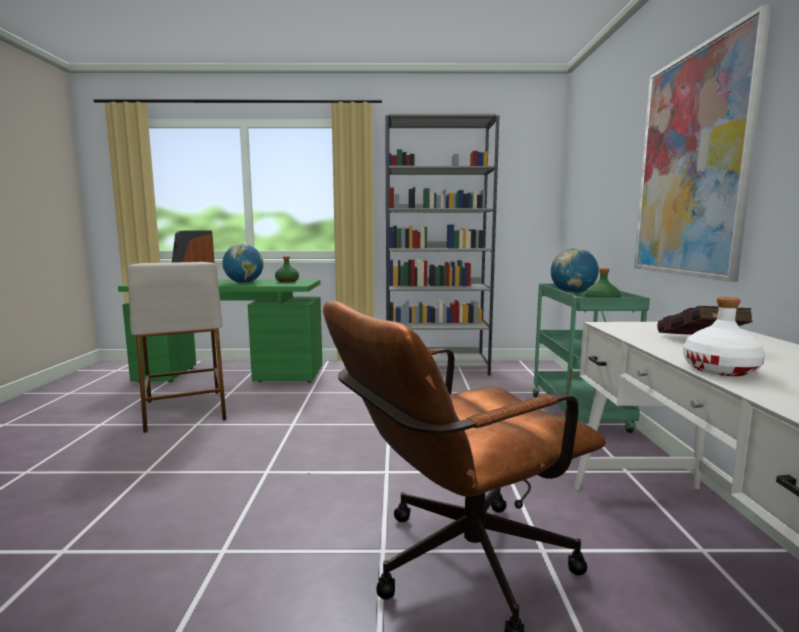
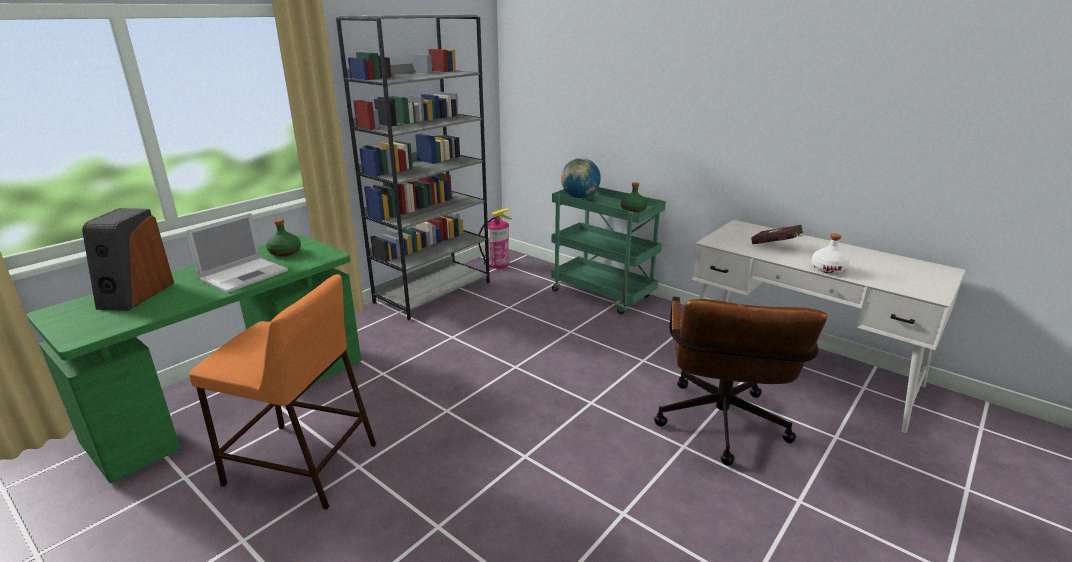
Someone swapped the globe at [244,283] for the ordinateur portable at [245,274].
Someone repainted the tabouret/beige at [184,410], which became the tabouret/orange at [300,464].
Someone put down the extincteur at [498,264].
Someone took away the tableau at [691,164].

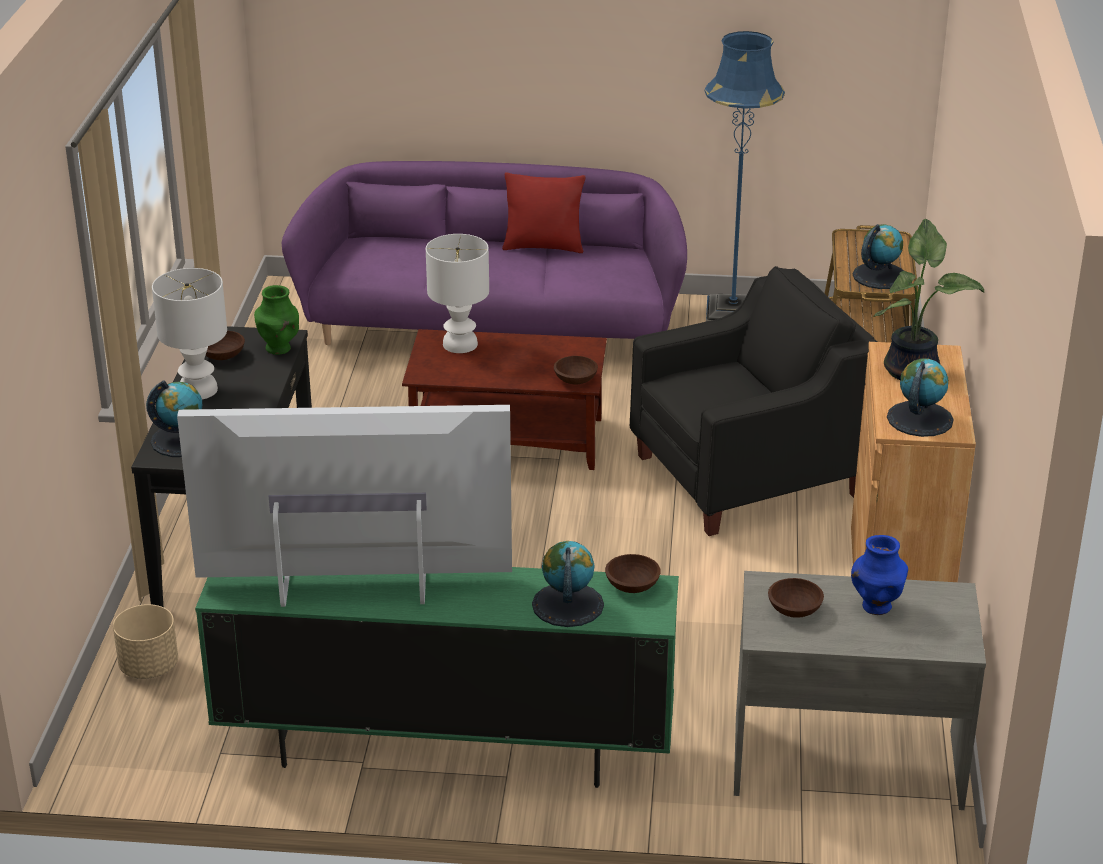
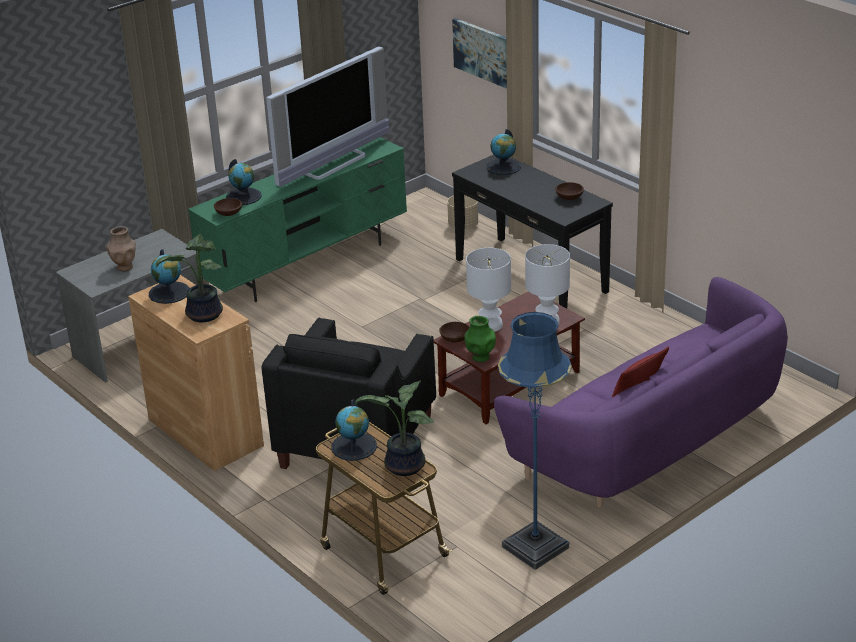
Someone repainted the vase/bleu at [876,607], which became the vase/marron at [125,267].
Someone put down the plante en pot at [403,467].
Someone put up the tableau at [482,52].
Someone carried the vase/vert from [279,348] to [480,358].
Someone carried the lampe de table/blanc from [199,390] to [489,325].
Someone took away the bol/marron at [795,609].

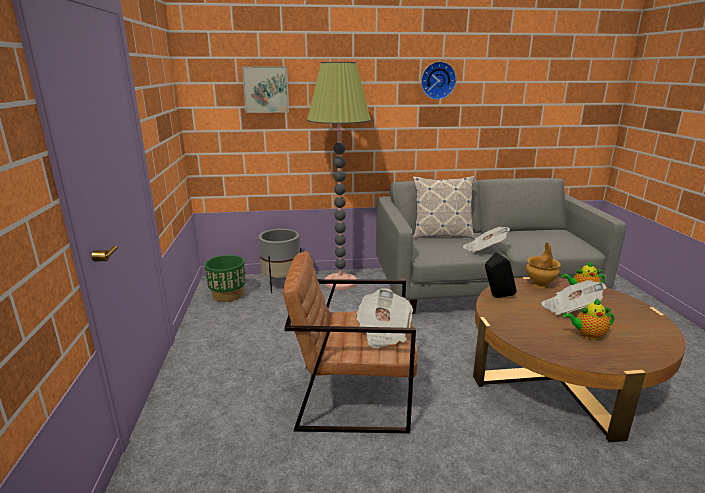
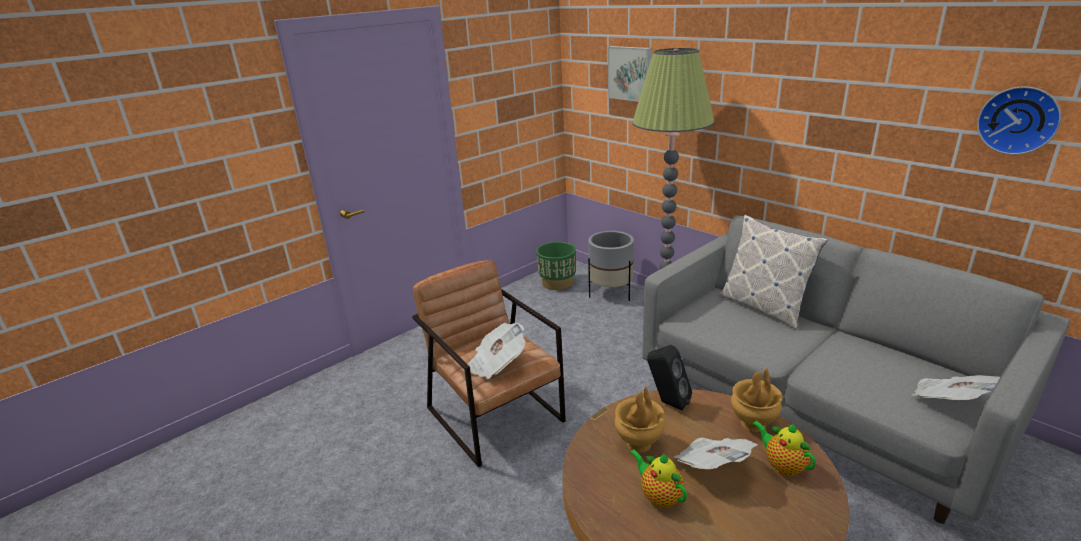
Someone put down the vase/marron at [639,444].
Someone carried the journal from [484,250] to [949,401].
Someone carried the horloge murale from [437,80] to [1018,120].

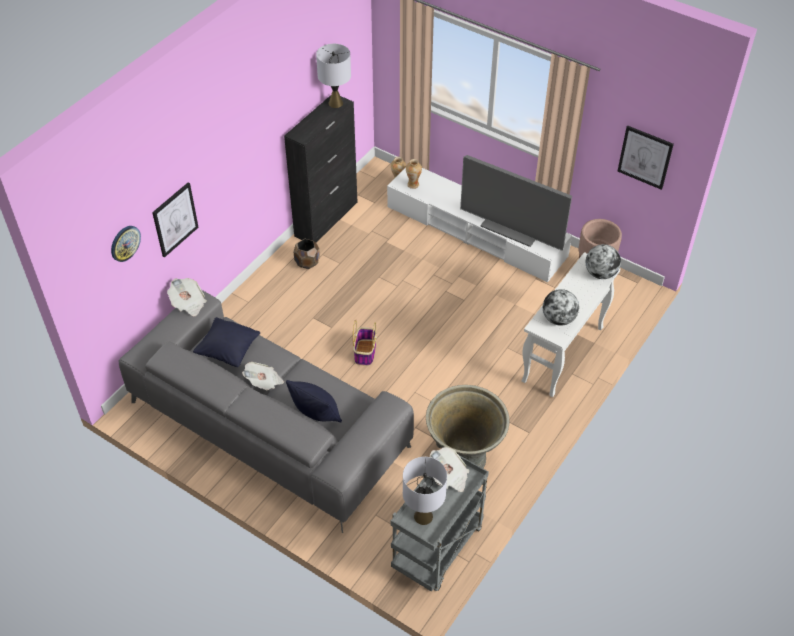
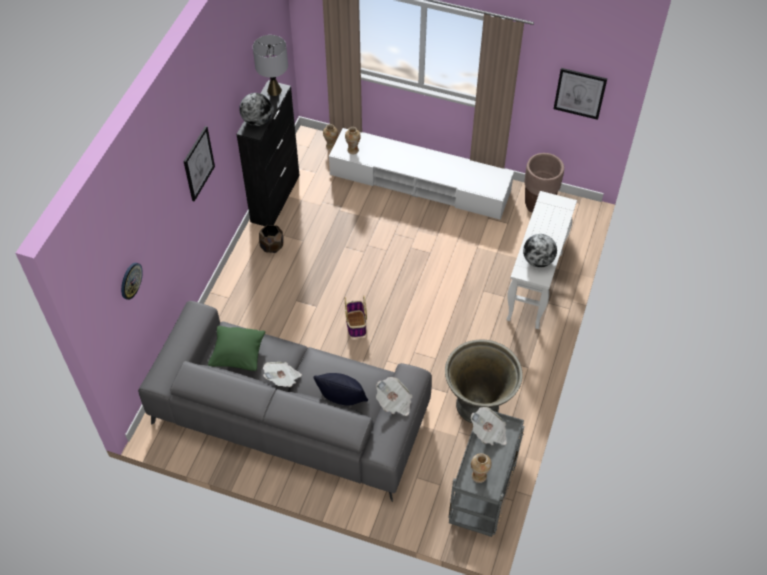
Someone carried the tableau from [175,219] to [198,163].
Someone repainted the coussin/noir at [228,351], which became the coussin/vert at [238,355].
Someone carried the globe from [600,273] to [257,121].
Someone carried the journal from [188,303] to [394,402].
Someone swapped the lampe de table/gris at [423,516] for the vase at [479,475].
Someone took away the téléviseur at [512,228].

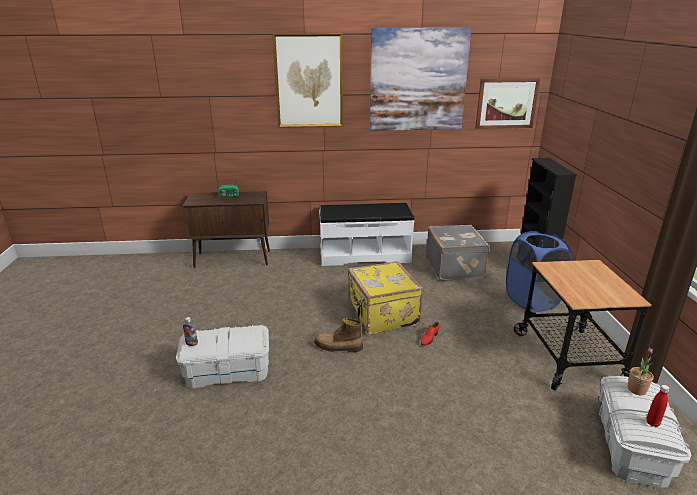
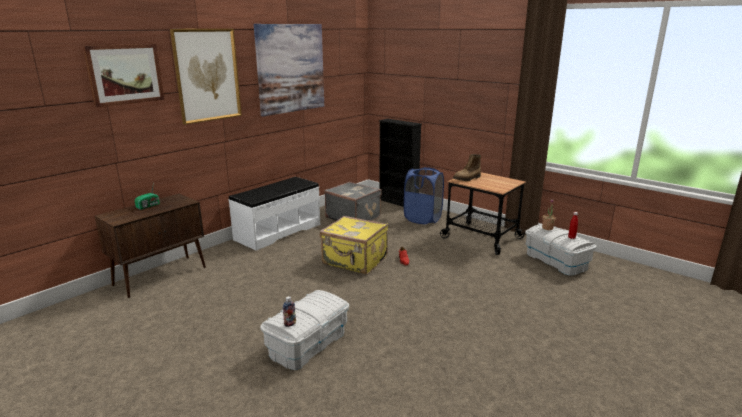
Someone carried the tableau from [506,103] to [125,74].
Someone carried the botte from [338,347] to [467,179].

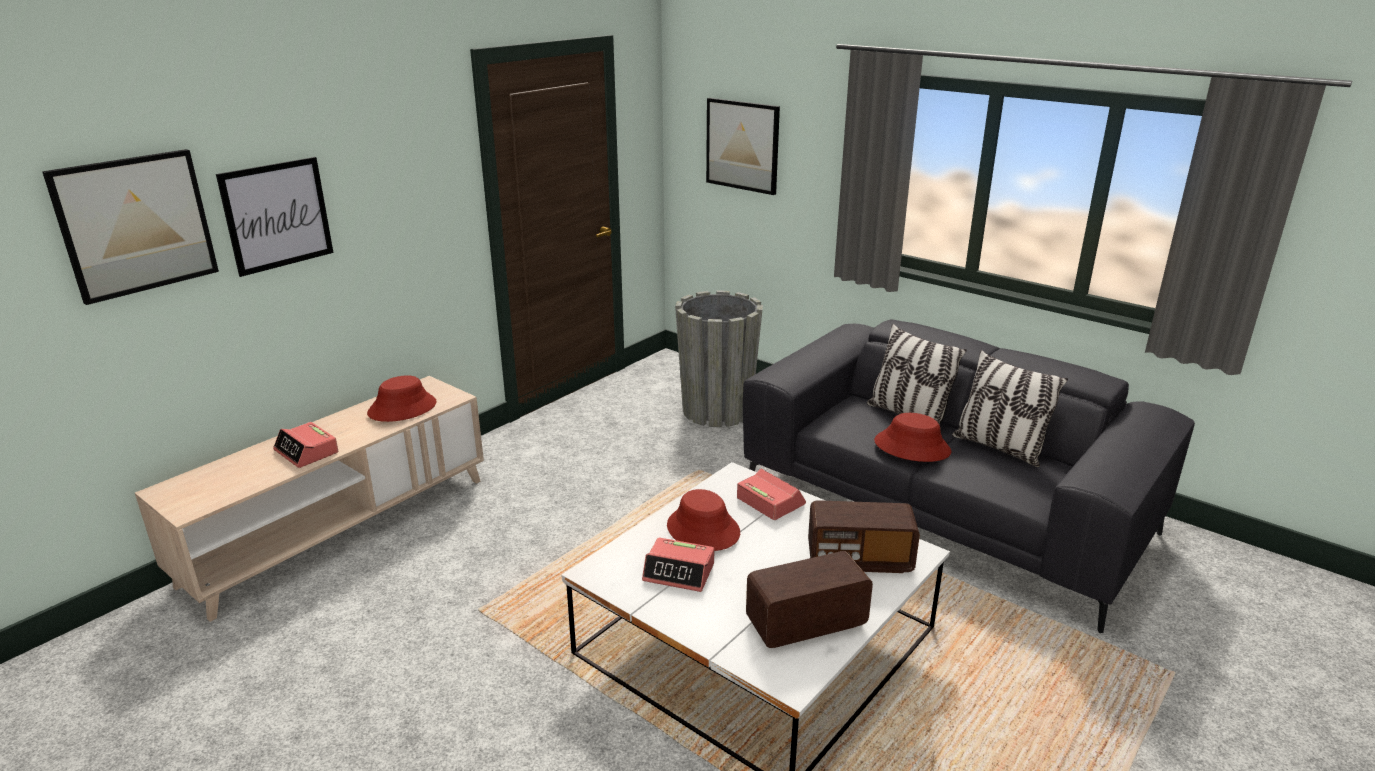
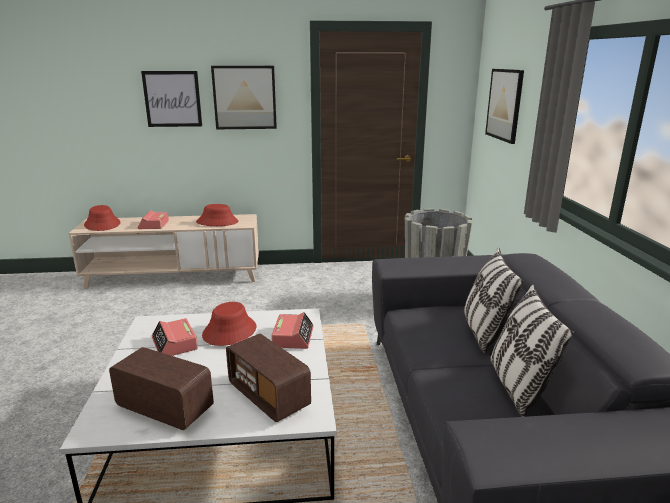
Someone carried the chapeau/rouge from [912,447] to [102,224].
Someone carried the tableau from [136,224] to [244,97].

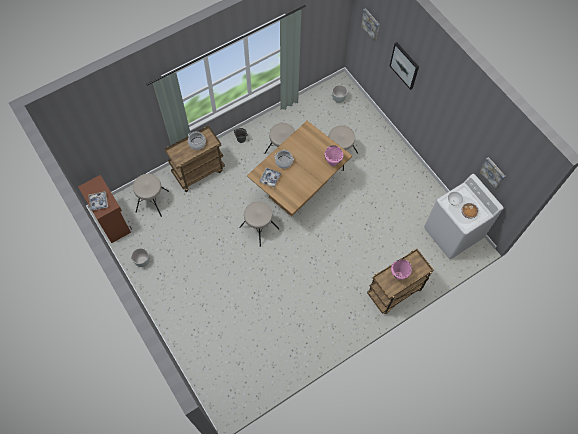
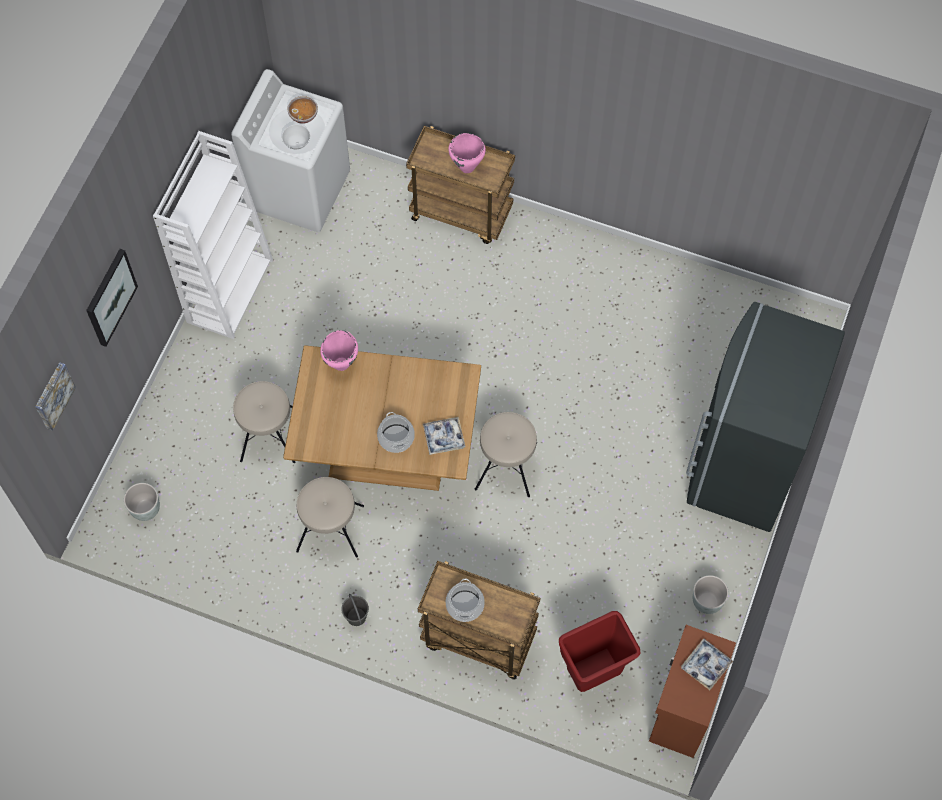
Someone put down the bibliothèque/blanc at [229,289].
Someone swapped the tabouret/beige at [152,201] for the poubelle/rouge at [593,672].
Someone put down the réfrigérateur/gris at [743,463].
Someone took away the tableau at [493,172].

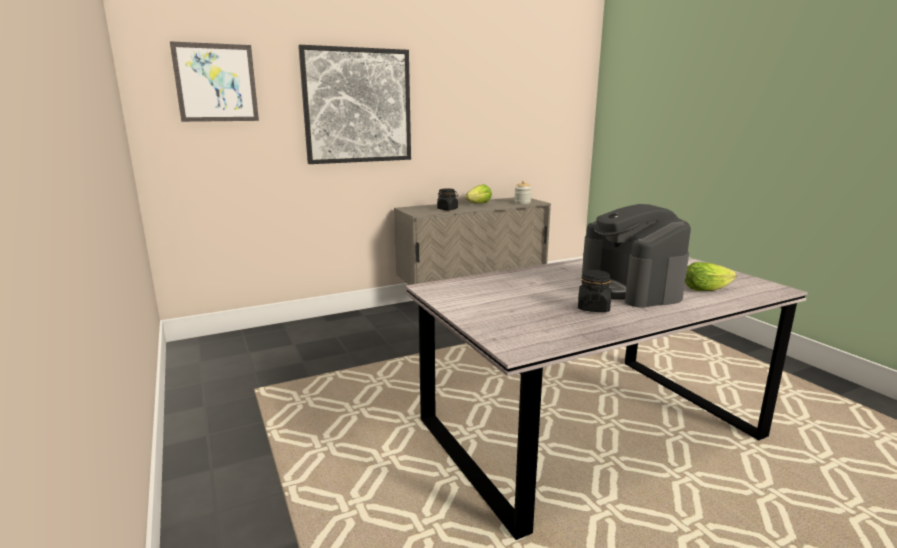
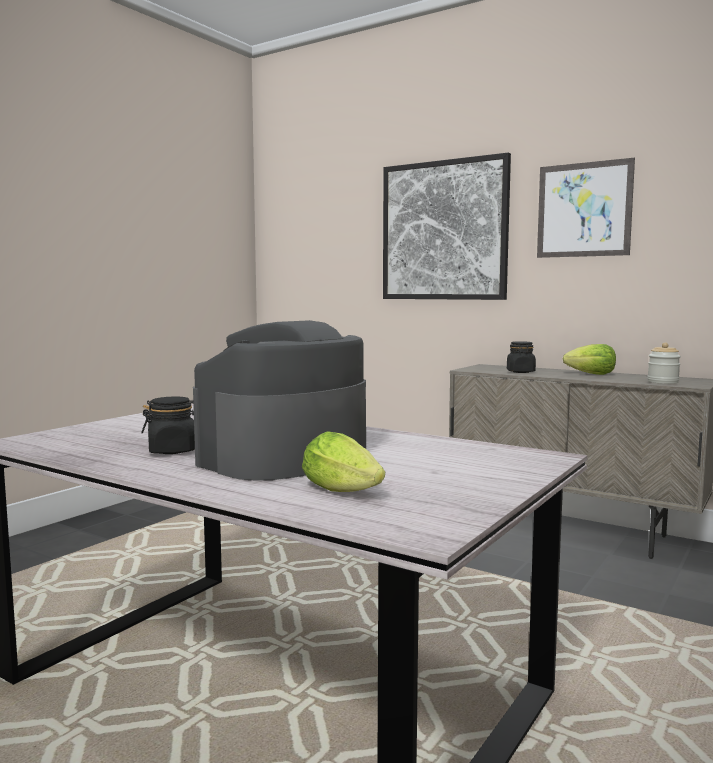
Someone carried the tableau from [216,83] to [584,210].

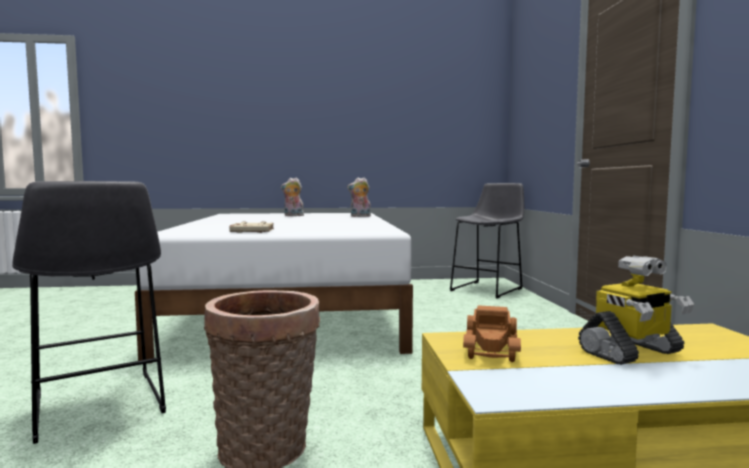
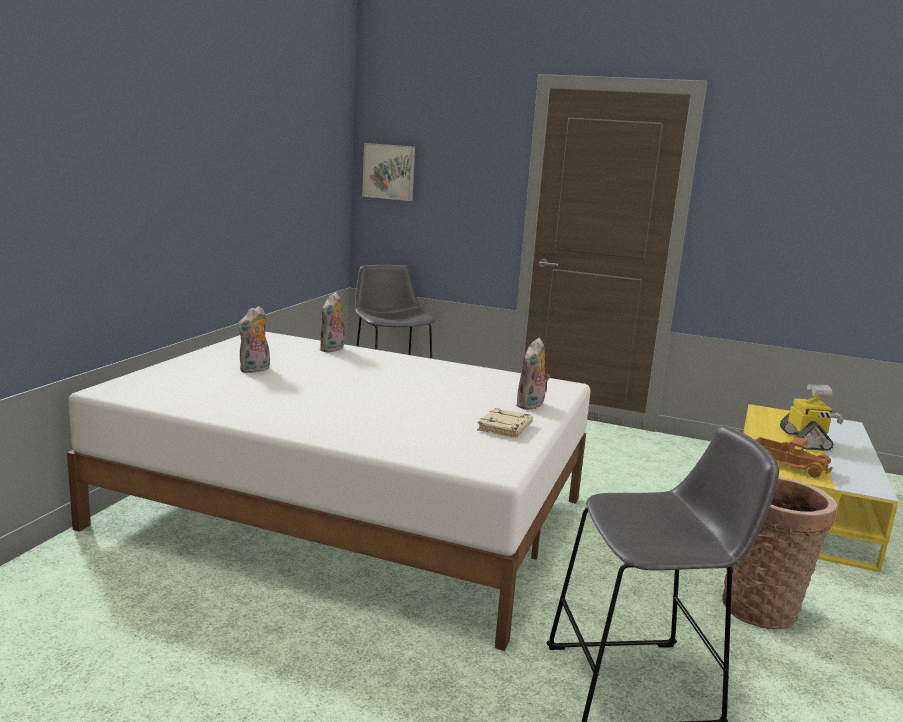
Someone put up the tableau at [389,171].
Someone put down the peluche at [531,405].

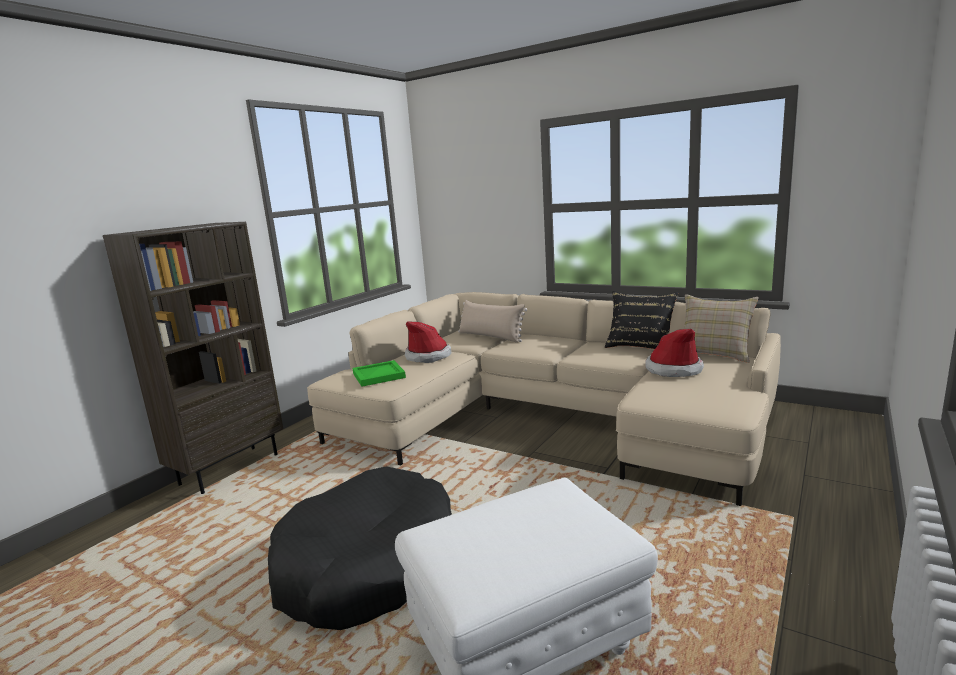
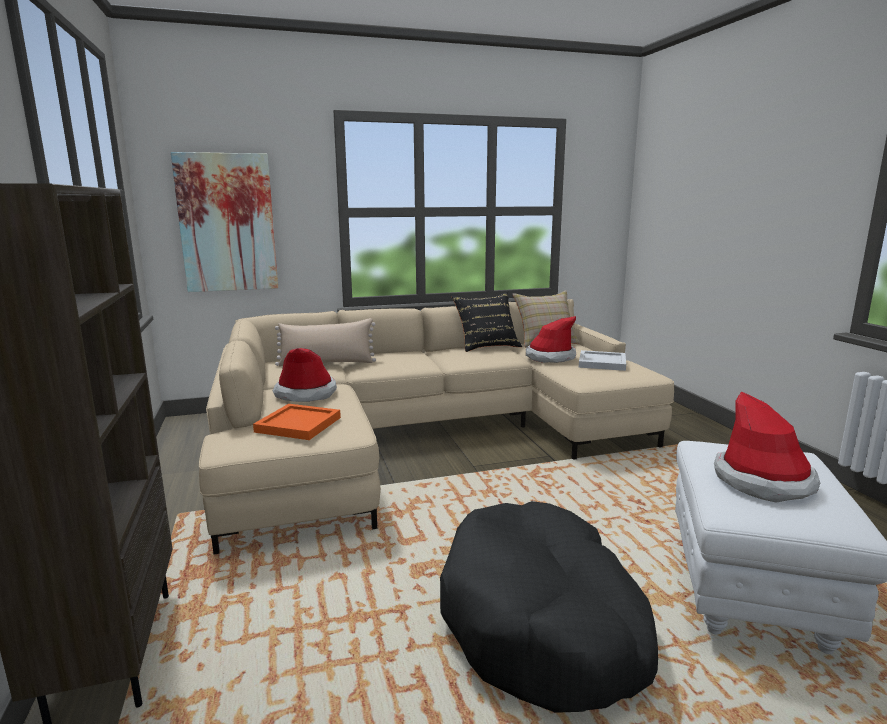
Someone put up the tableau at [227,223].
Someone repainted the plateau/vert at [379,375], which became the plateau/orange at [298,424].
Someone put down the plateau/blanc at [603,363].
Someone put down the chapeau at [763,481].

